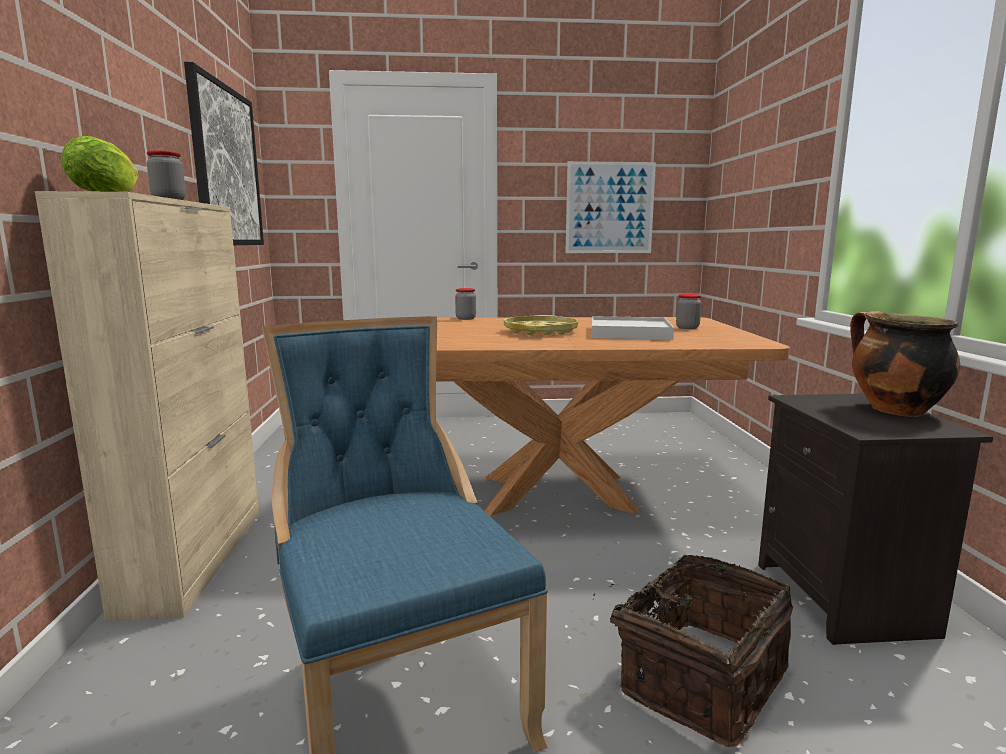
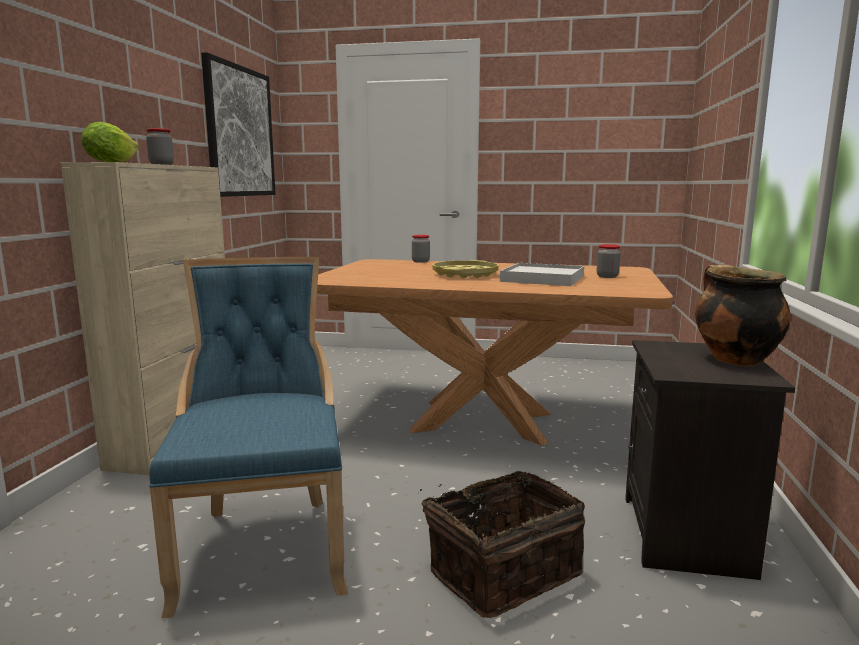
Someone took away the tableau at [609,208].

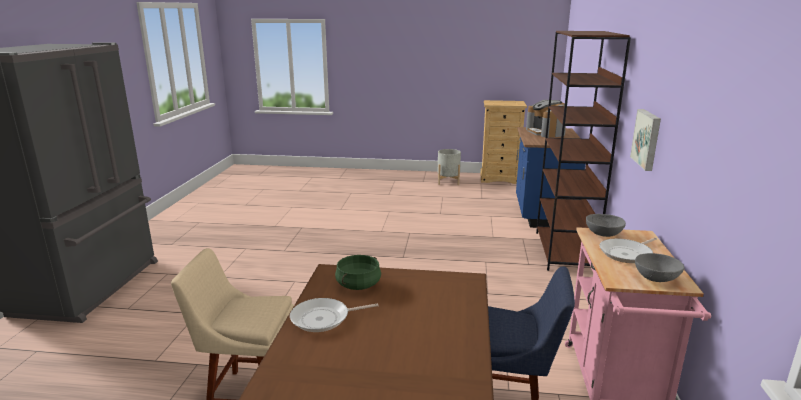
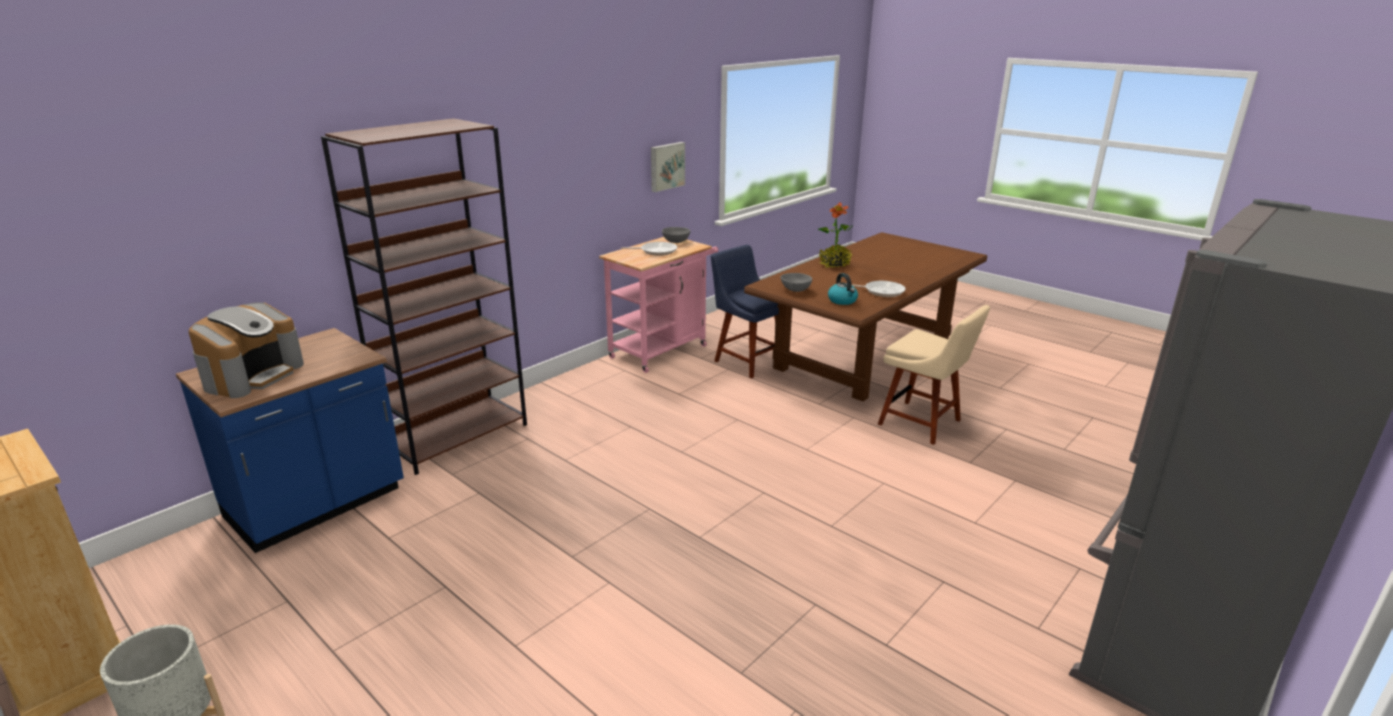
Someone carried the tableau from [647,139] to [666,166].
Someone carried the bol/gris from [603,234] to [796,290].
Someone put down the plante en pot at [834,264].
Someone swapped the marmite/vert at [358,285] for the bouilloire at [842,301].

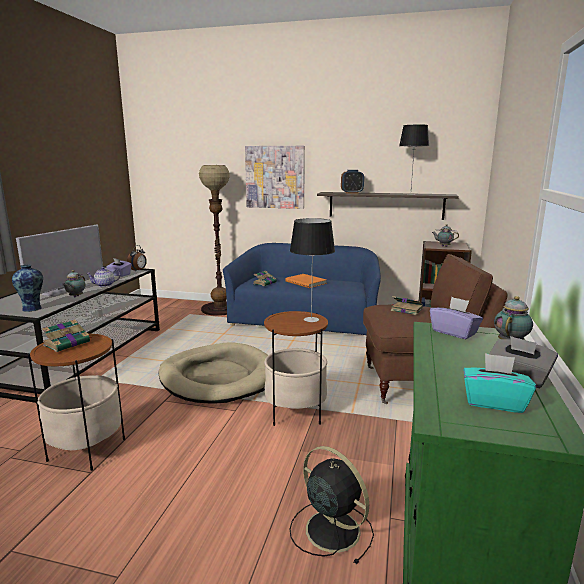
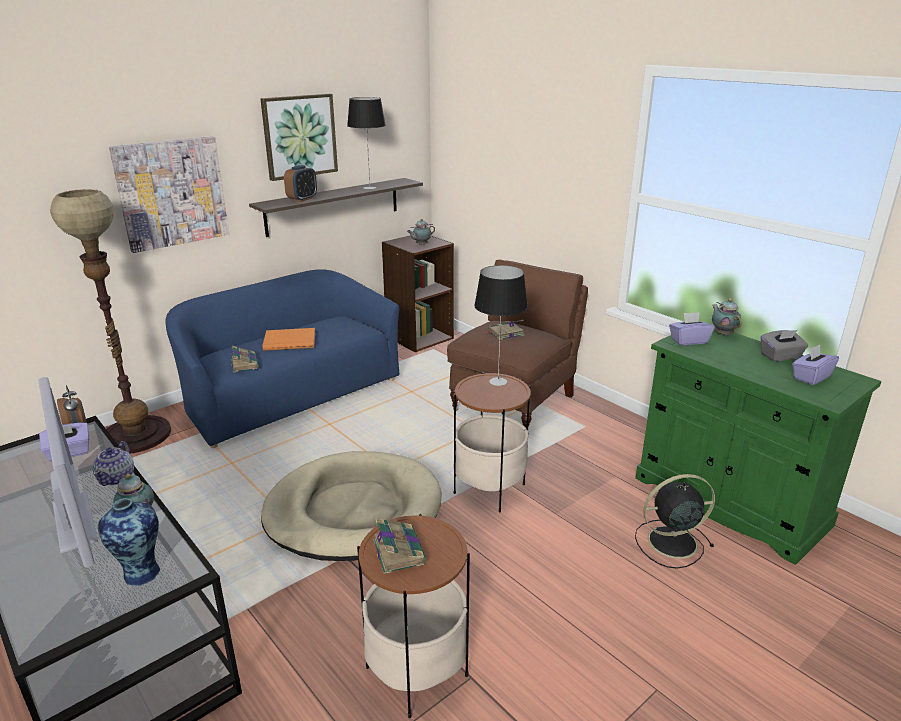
Someone put up the tableau at [299,136].
Someone repainted the boîte à mouchoirs/turquoise at [494,402], which became the boîte à mouchoirs/violet at [811,377].

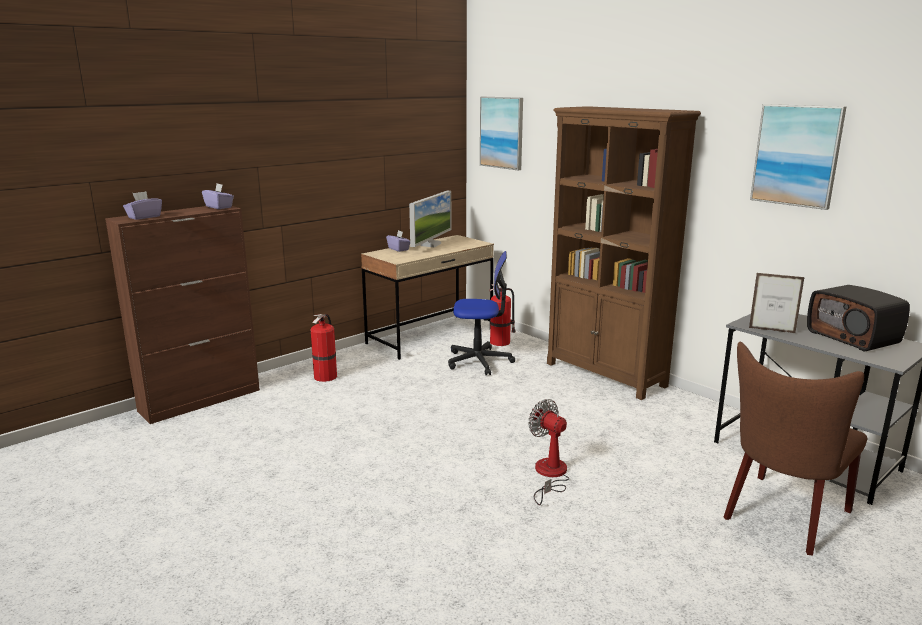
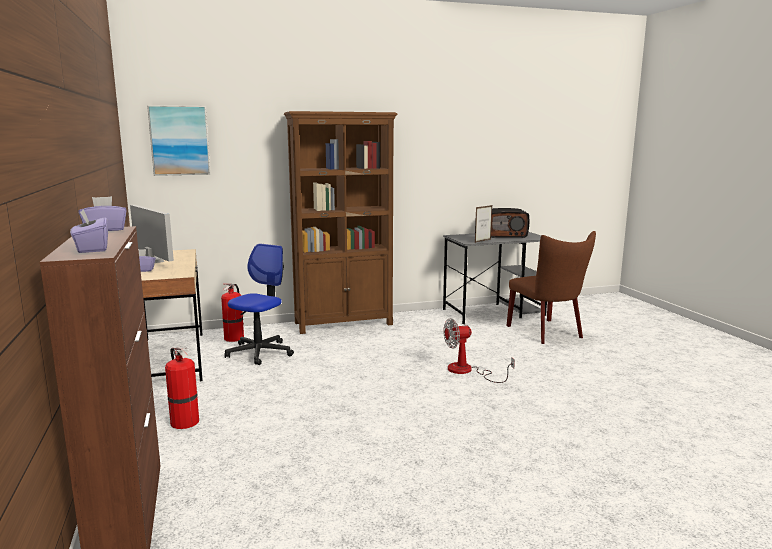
Someone took away the tableau at [796,155].

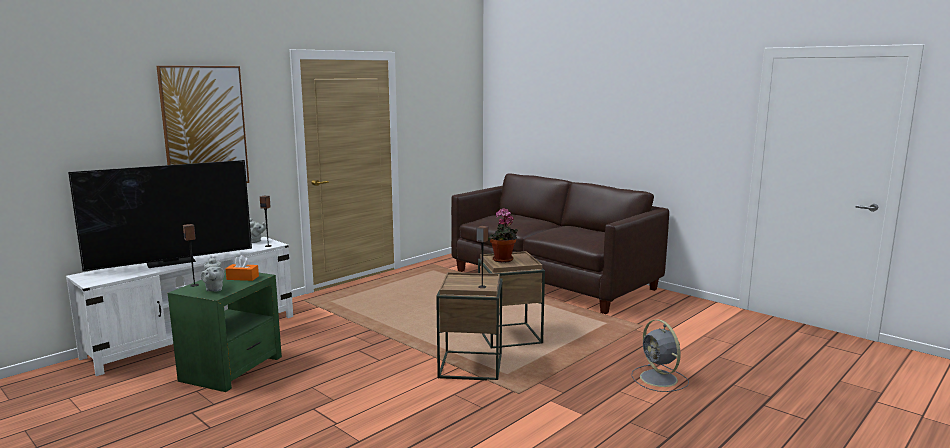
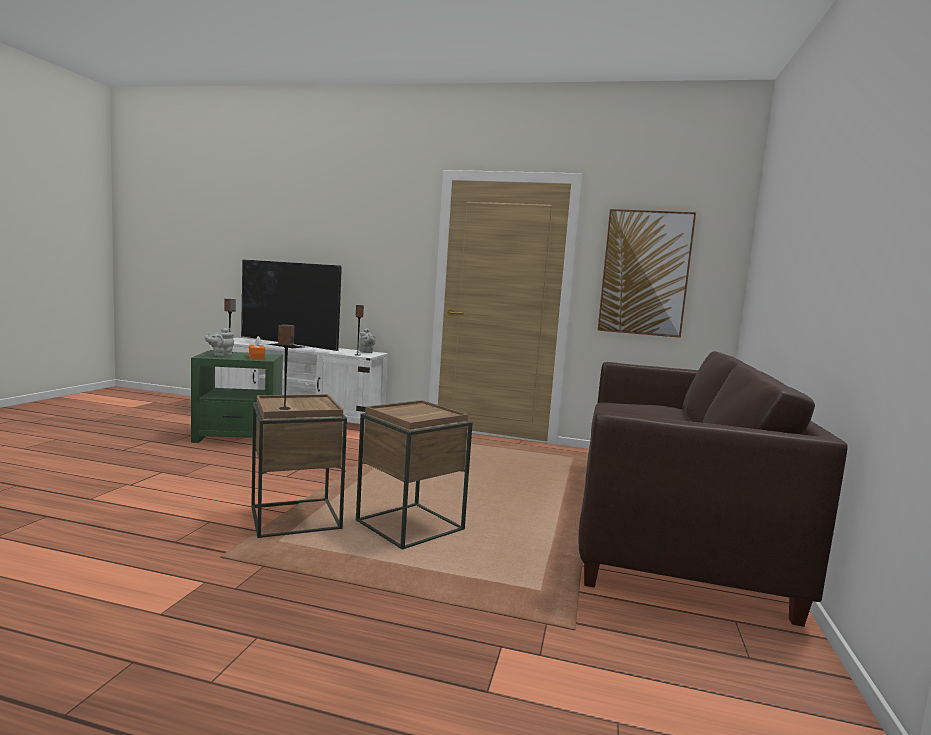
Someone carried the tableau from [204,127] to [645,273].
Someone took away the plante en pot at [503,260].
Someone took away the ventilateur/gris at [659,379].

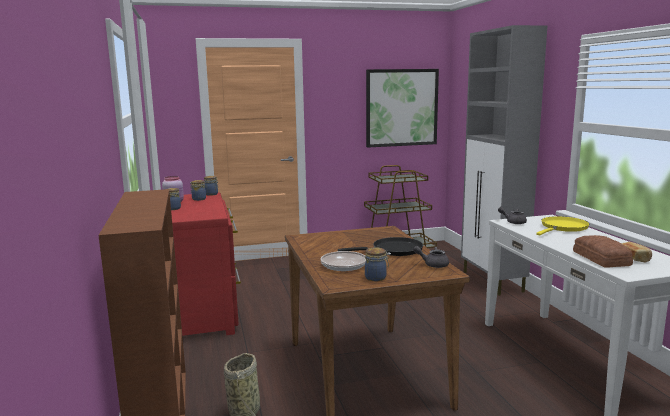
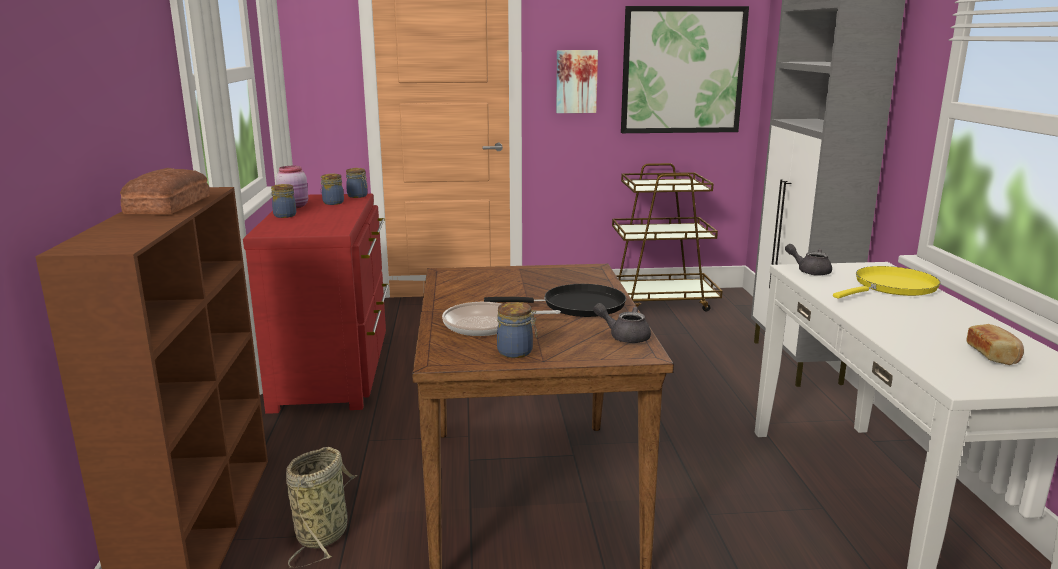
Someone carried the pain from [600,259] to [166,205].
Someone put up the tableau at [576,81].

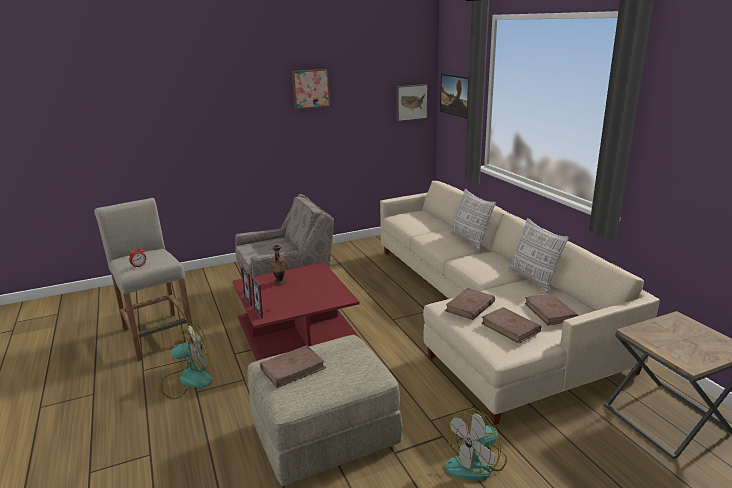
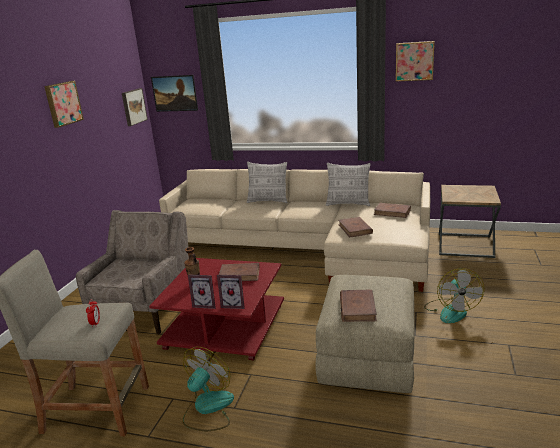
Someone carried the livre/marron from [510,327] to [240,274].
Someone put up the tableau at [414,61].

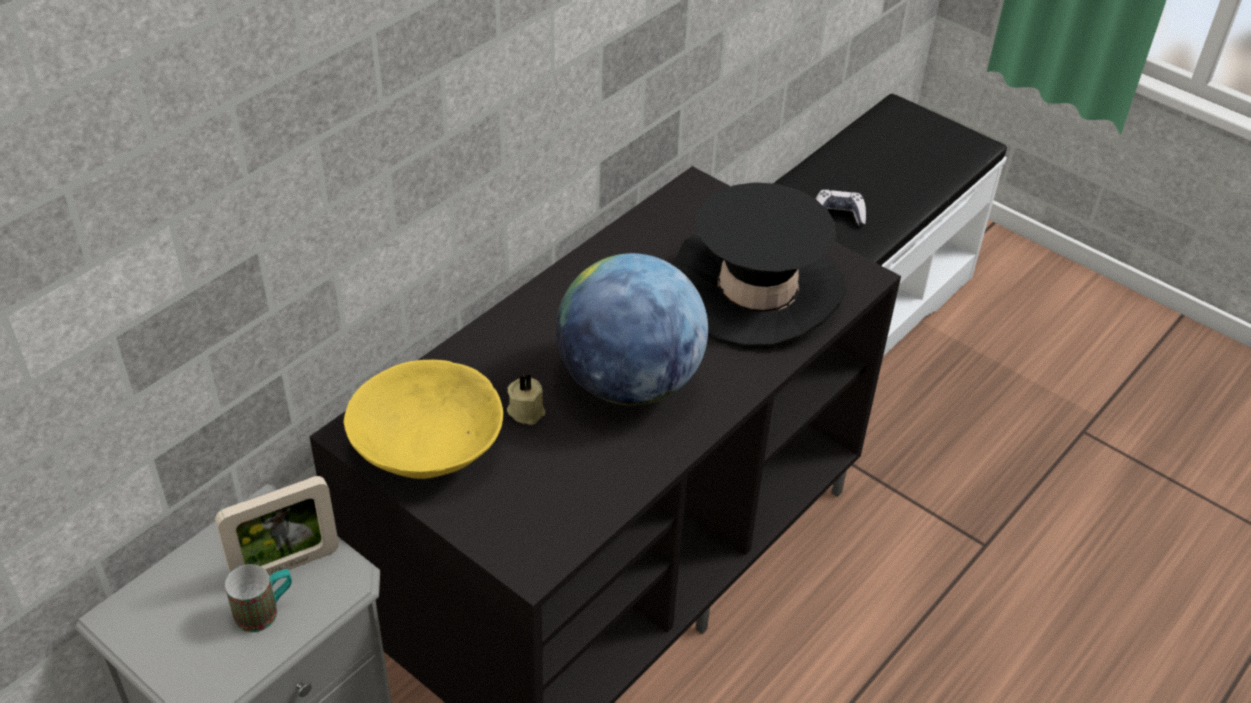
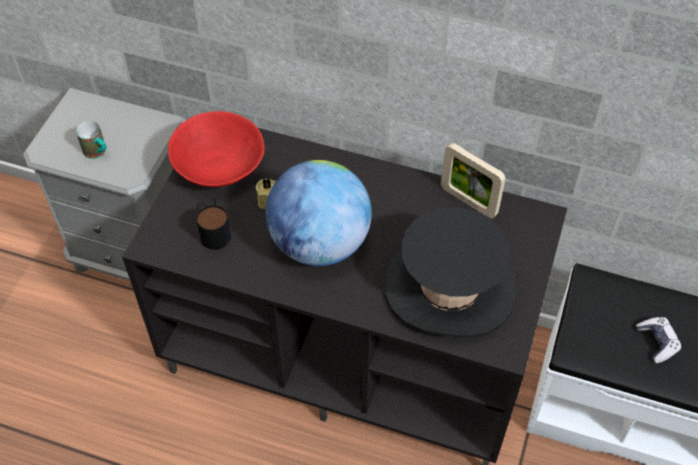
Someone repainted the bol/jaune at [428,447], which became the bol/rouge at [219,166].
Someone put down the mug at [216,231].
Someone carried the cadre photo from [286,566] to [468,201].

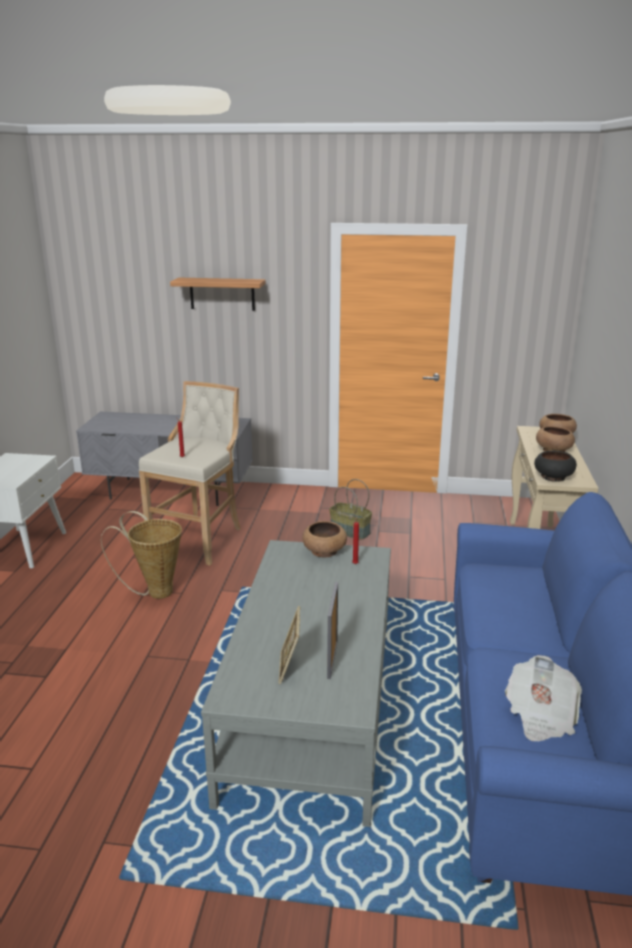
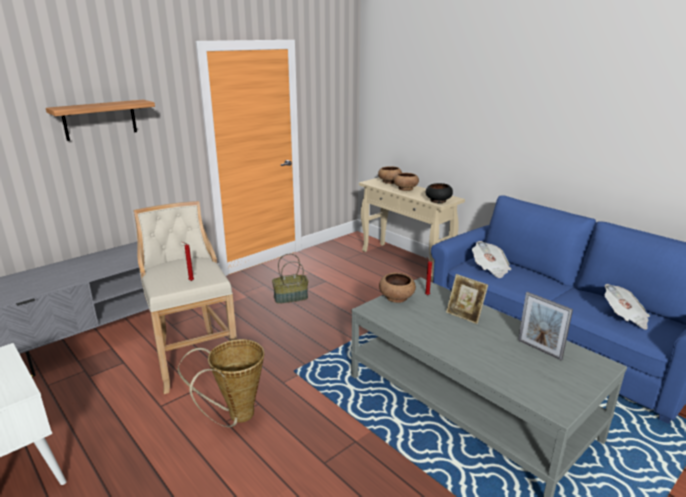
Someone carried the cadre photo from [289,668] to [464,315].
Someone put down the journal at [490,269].

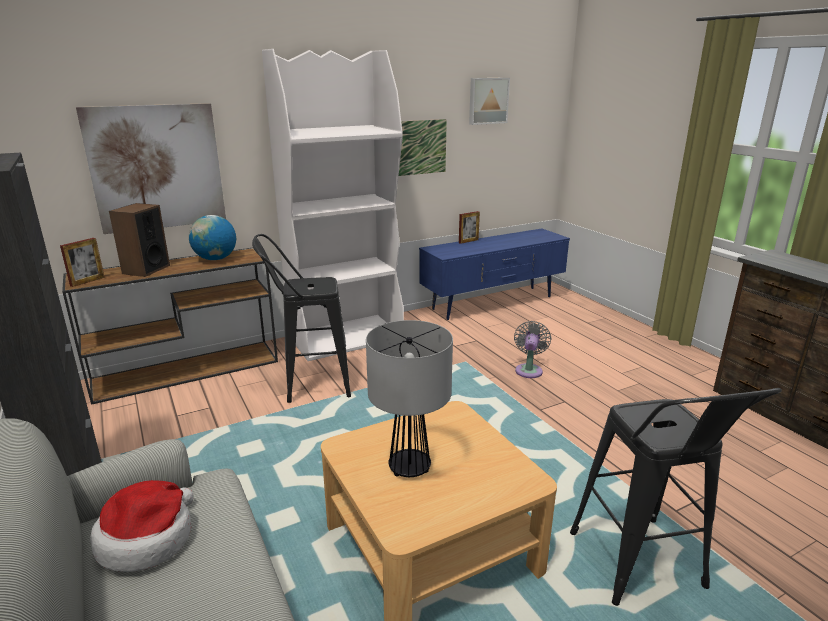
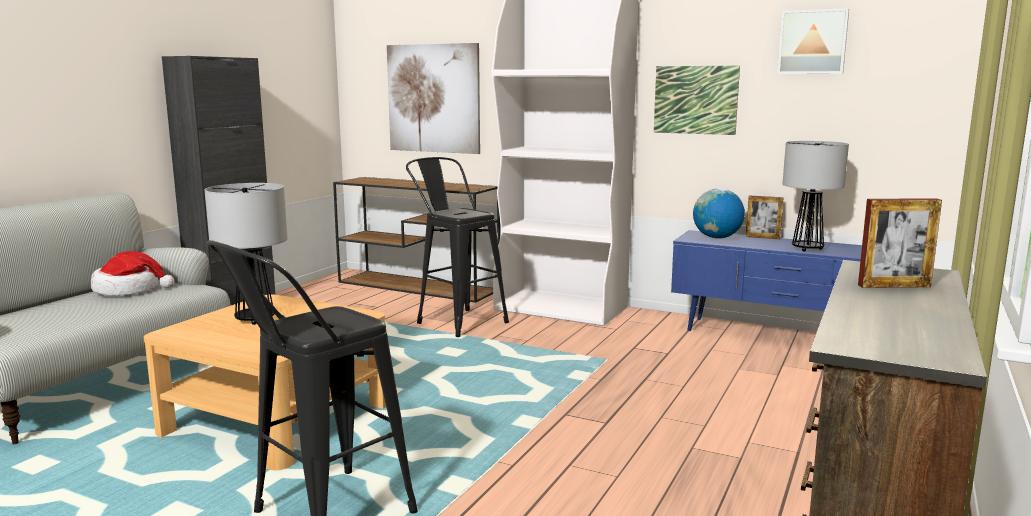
Someone carried the globe from [215,259] to [716,238].
Someone put down the lampe de table at [807,249].
Someone carried the cadre photo from [87,281] to [894,286].
Someone took away the enceinte at [146,269].
Someone took away the ventilateur/gris at [529,370].

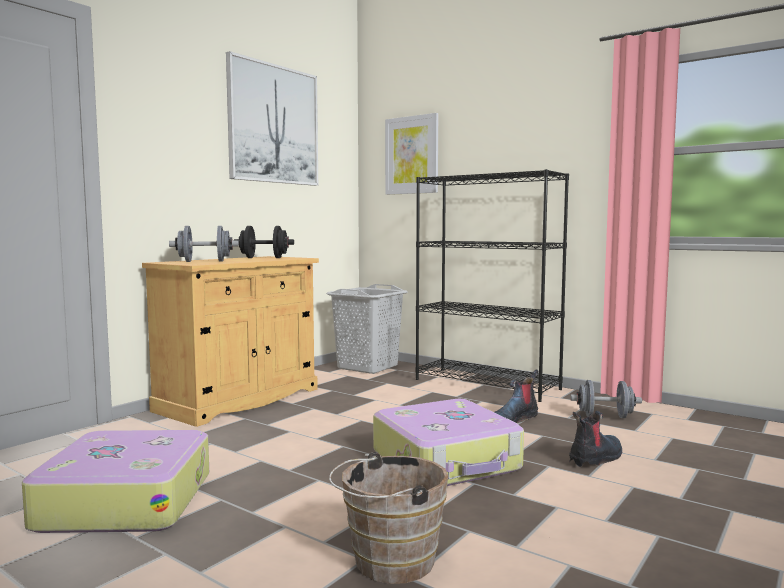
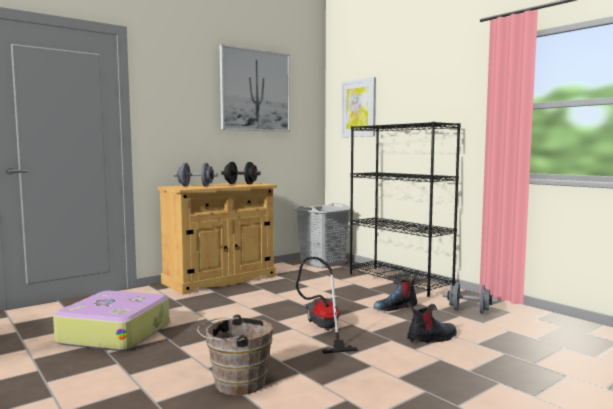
Someone swapped the valise at [447,461] for the aspirateur at [323,330].

